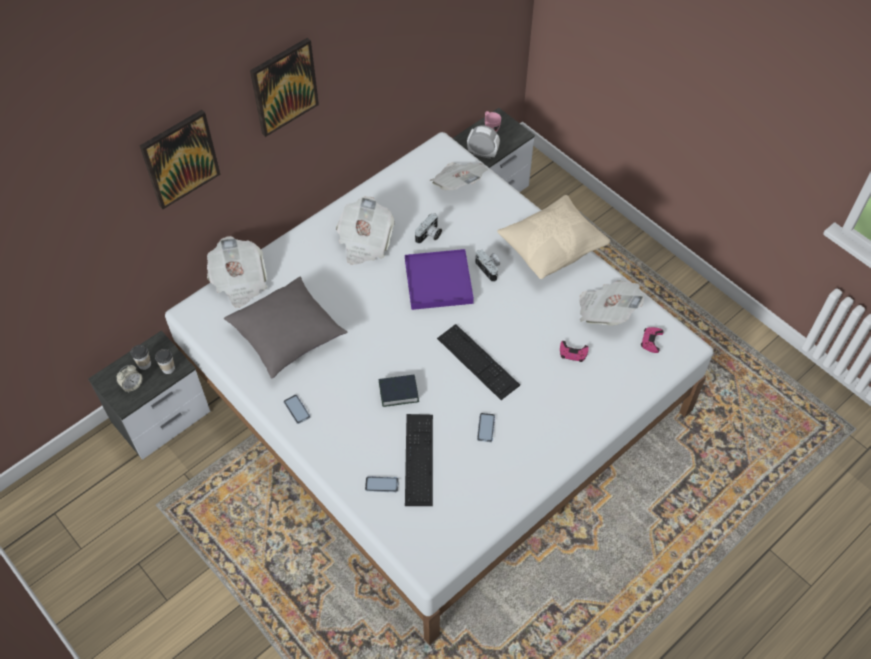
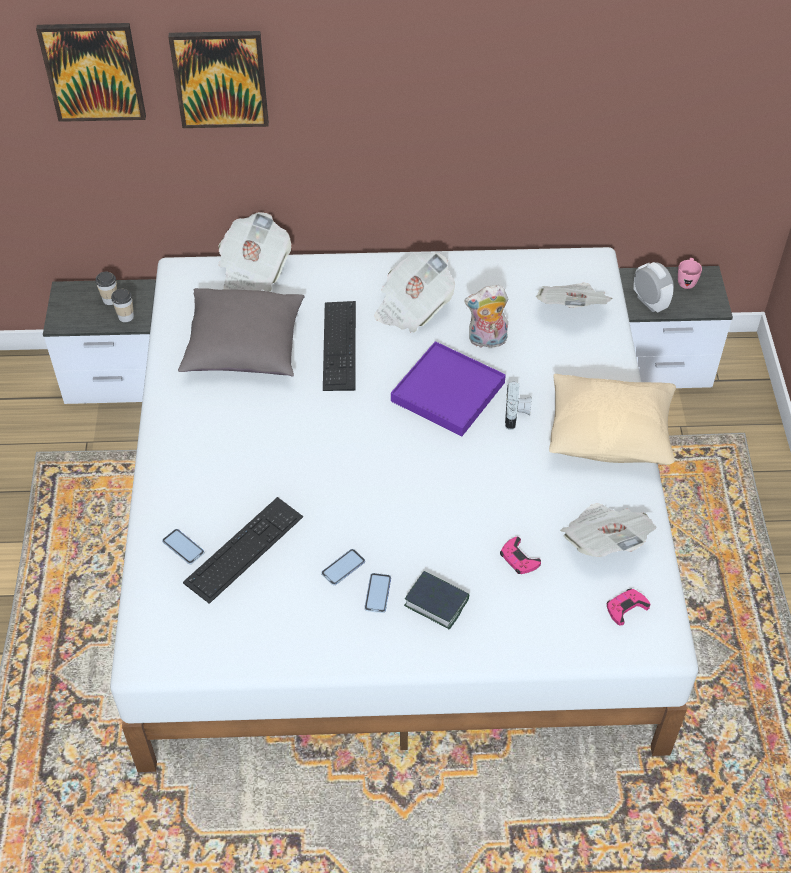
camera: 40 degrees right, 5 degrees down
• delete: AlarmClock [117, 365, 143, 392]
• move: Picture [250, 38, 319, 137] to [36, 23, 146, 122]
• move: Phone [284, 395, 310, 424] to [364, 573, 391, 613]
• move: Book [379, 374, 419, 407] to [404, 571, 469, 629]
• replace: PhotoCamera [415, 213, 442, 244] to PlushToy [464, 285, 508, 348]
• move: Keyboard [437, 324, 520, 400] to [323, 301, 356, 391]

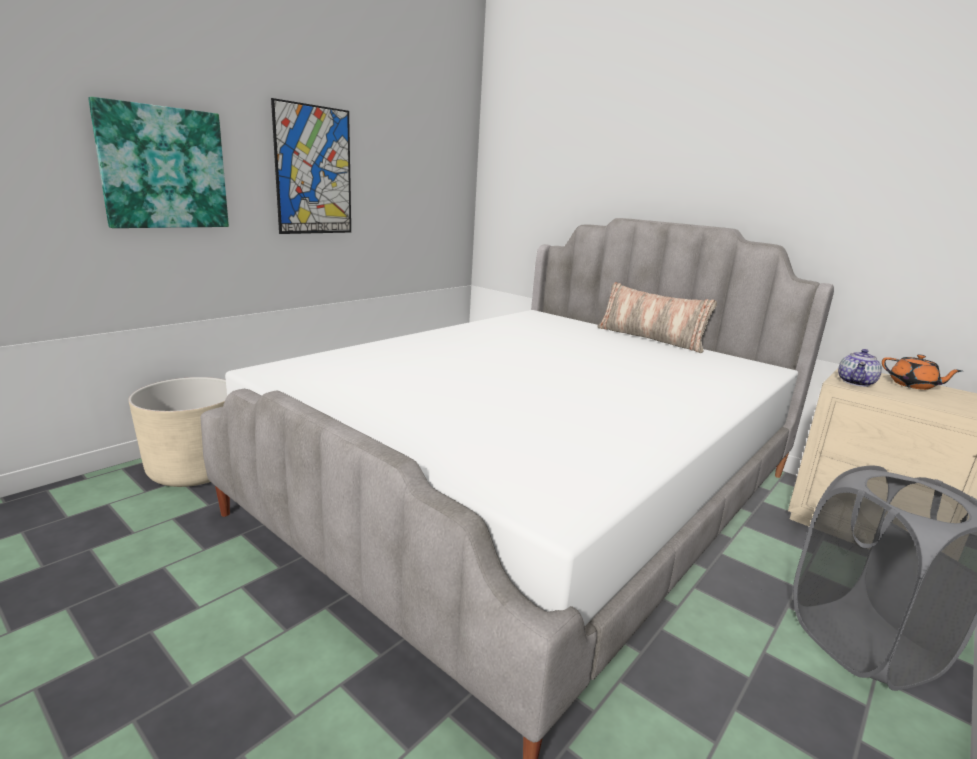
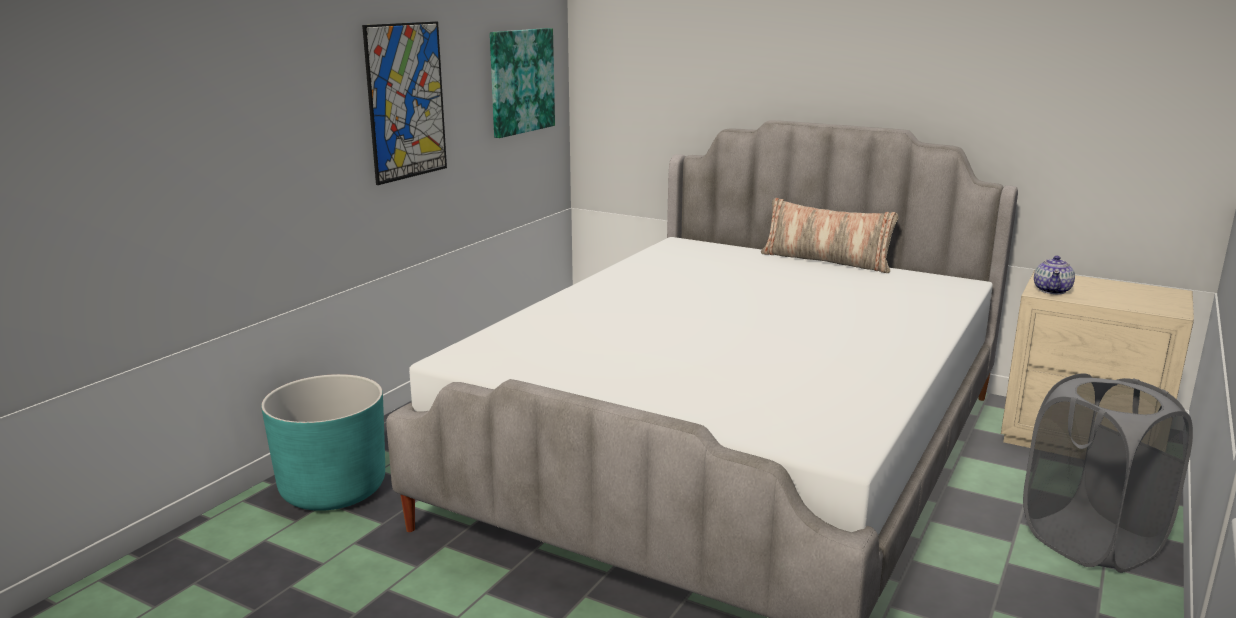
camera: 10 degrees left, 0 degrees up
• move: Picture [88, 97, 229, 228] to [490, 28, 555, 138]
• recolor: BeigePlanter [129, 377, 227, 487] to TurquoisePlanter [261, 374, 385, 511]
• delete: OrangeTeapot [882, 354, 962, 390]

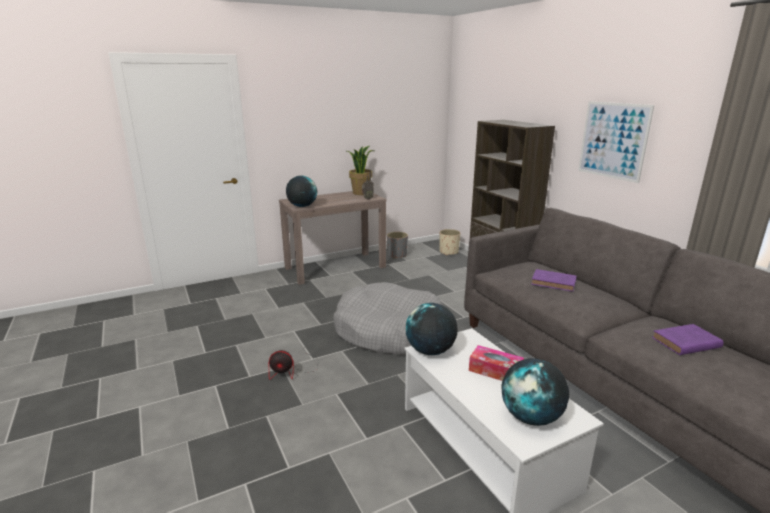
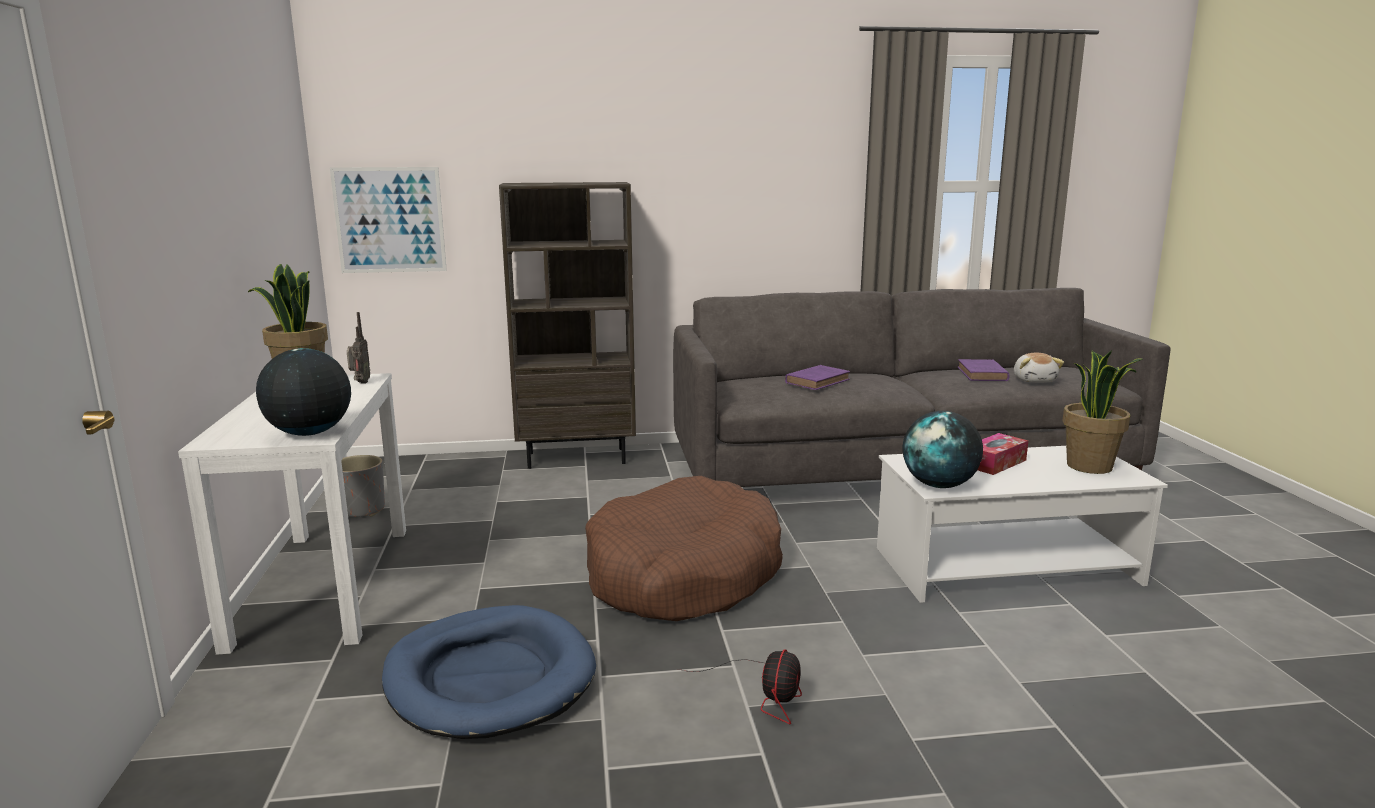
camera: 70 degrees left, 5 degrees down
• recolor: BrownConsoleTable [279, 191, 387, 285] to WhiteConsoleTable [178, 373, 406, 655]
• recolor: GreyDogBed [333, 282, 444, 355] to BrownDogBed [585, 476, 783, 621]
• delete: BeigePlanter [439, 229, 461, 255]
• replace: Globe [502, 358, 569, 426] to PottedPlant [1062, 351, 1142, 474]
• move: Picture [578, 101, 654, 183] to [330, 167, 447, 273]
• insert: BlueDogBed [382, 605, 596, 739]
• insert: PlushToy [1014, 353, 1064, 383]

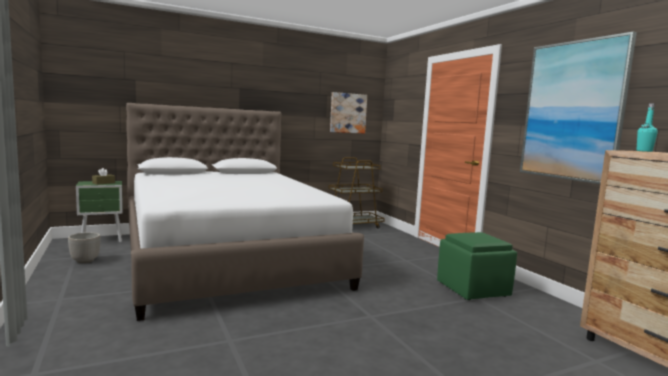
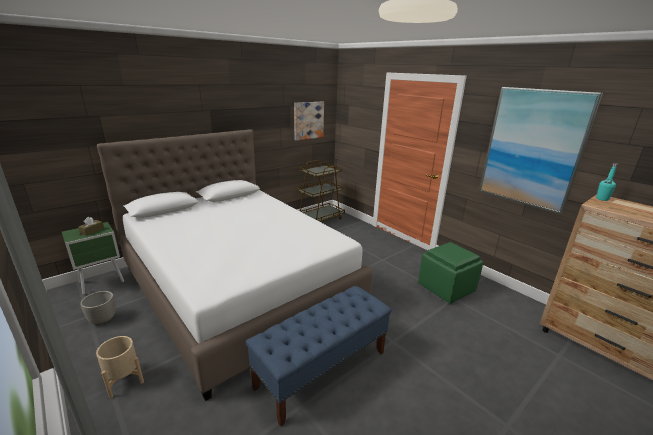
camera: 15 degrees left, 15 degrees up
• insert: BeigePlanter [96, 336, 144, 398]
• insert: BlueBench [245, 286, 392, 427]

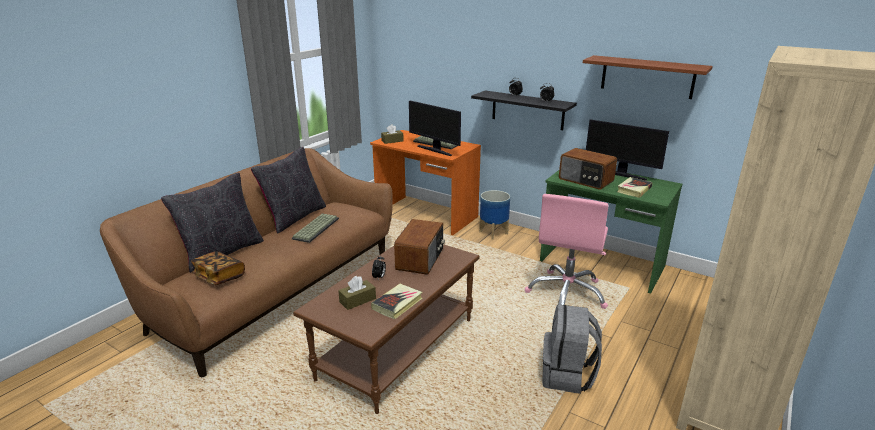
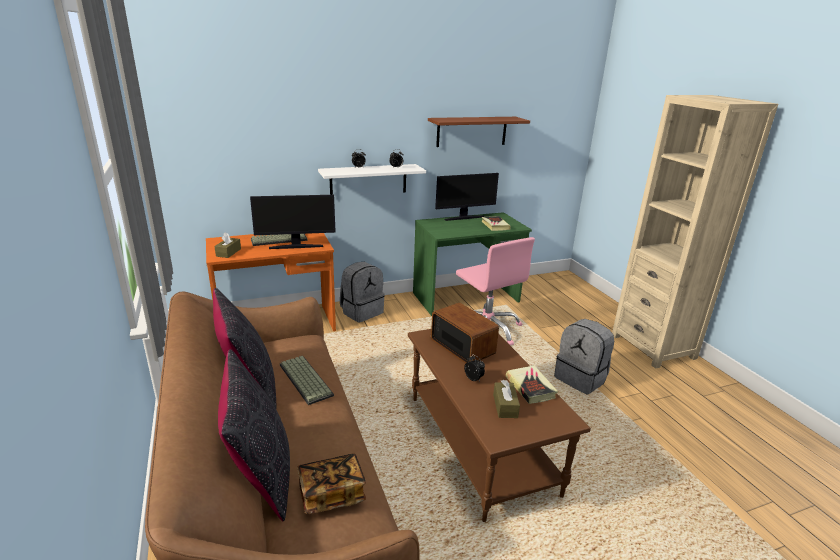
camera: 55 degrees left, 0 degrees up
• recolor: BlackShelf [471, 90, 577, 130] to WhiteShelf [318, 164, 426, 195]
• replace: Planter [479, 190, 510, 239] to GreyBackpack [340, 262, 385, 322]
• delete: Radio [559, 148, 617, 190]

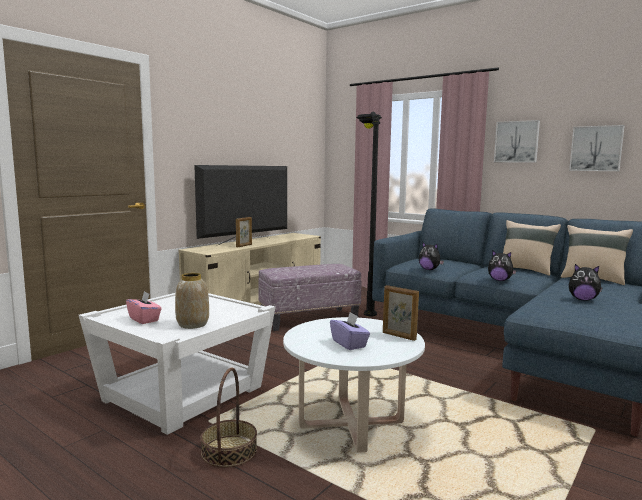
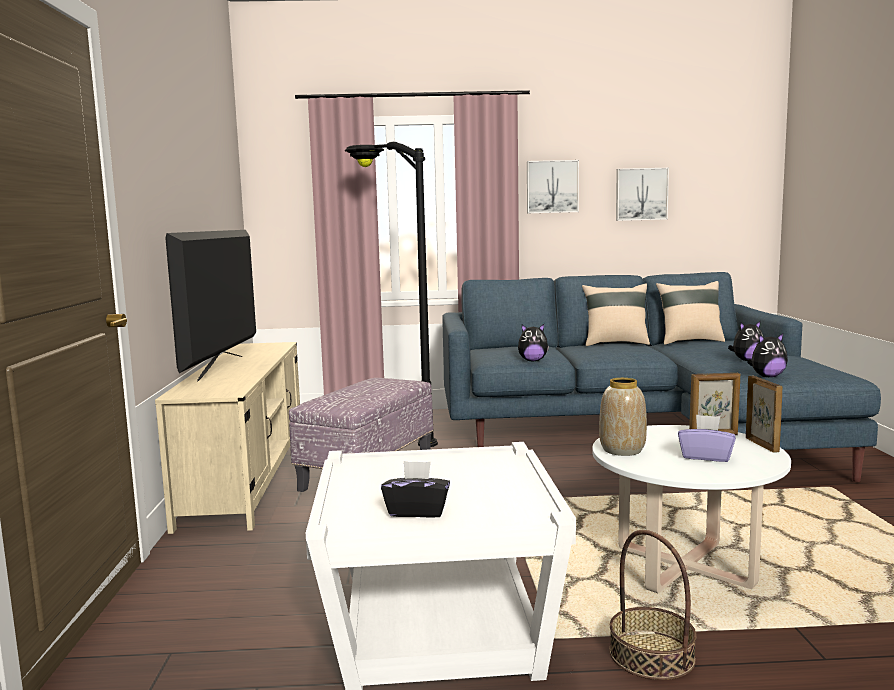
camera: 40 degrees left, 0 degrees up
• recolor: PinkTissueBox [126, 291, 162, 324] to BlackTissueBox [381, 461, 450, 518]
• move: Vase [175, 273, 209, 329] to [599, 378, 647, 456]
• move: PictureFrame [236, 217, 252, 247] to [746, 376, 783, 453]
• move: PlushToy [488, 250, 517, 281] to [747, 333, 788, 377]

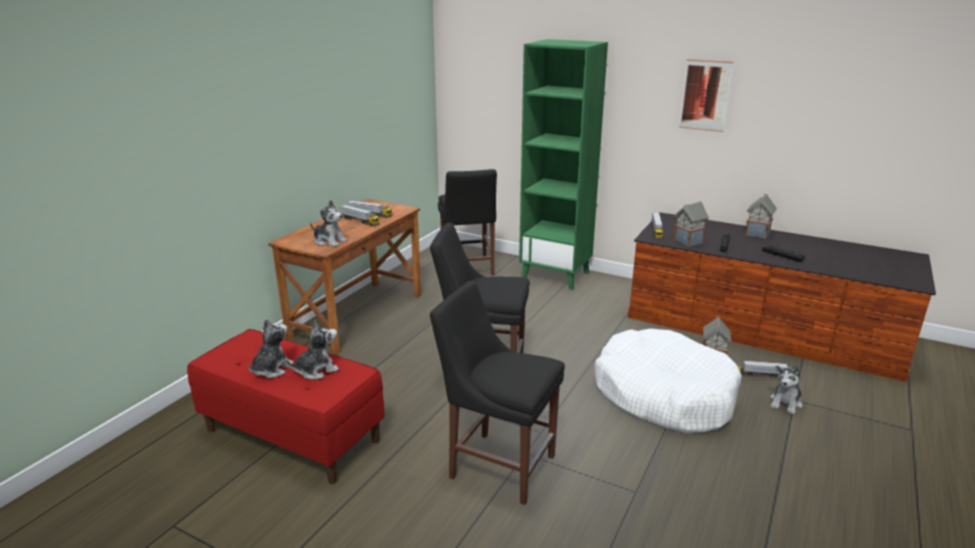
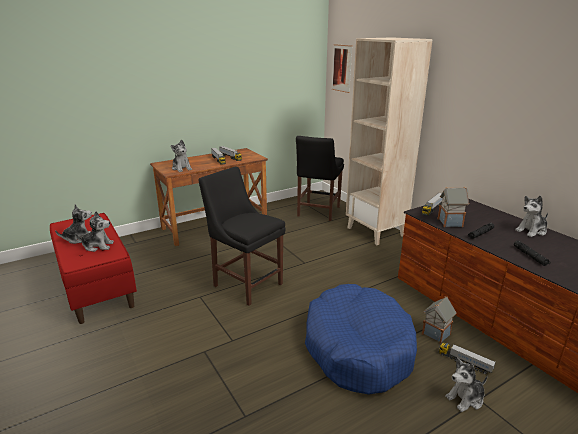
camera: 30 degrees right, 0 degrees up
• delete: BlackChair [430, 281, 565, 505]
• recolor: GreenBookcase [519, 39, 608, 290] to BeigeBookcase [346, 37, 433, 245]
• recolor: WhiteDogBed [595, 328, 742, 434] to BlueDogBed [305, 284, 417, 395]
• move: Picture [679, 59, 733, 132] to [332, 44, 353, 93]
• replace: ToyHouse [745, 193, 777, 239] to PlushToy [515, 196, 548, 237]

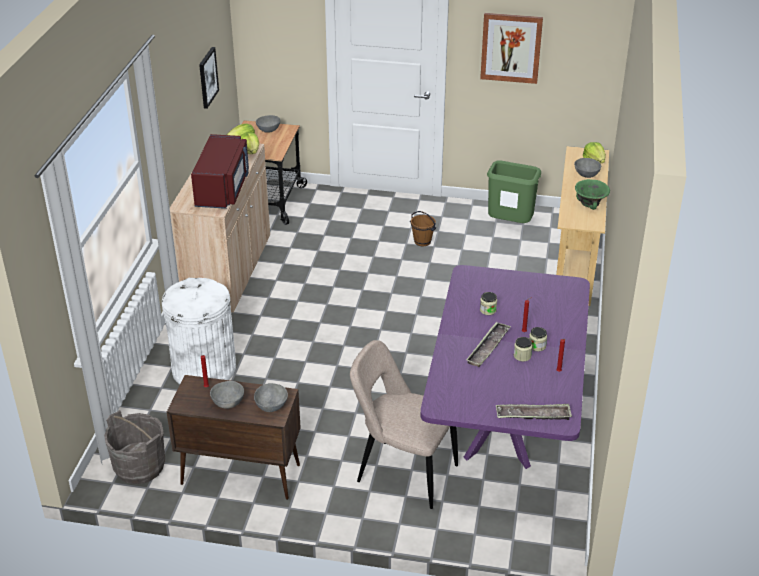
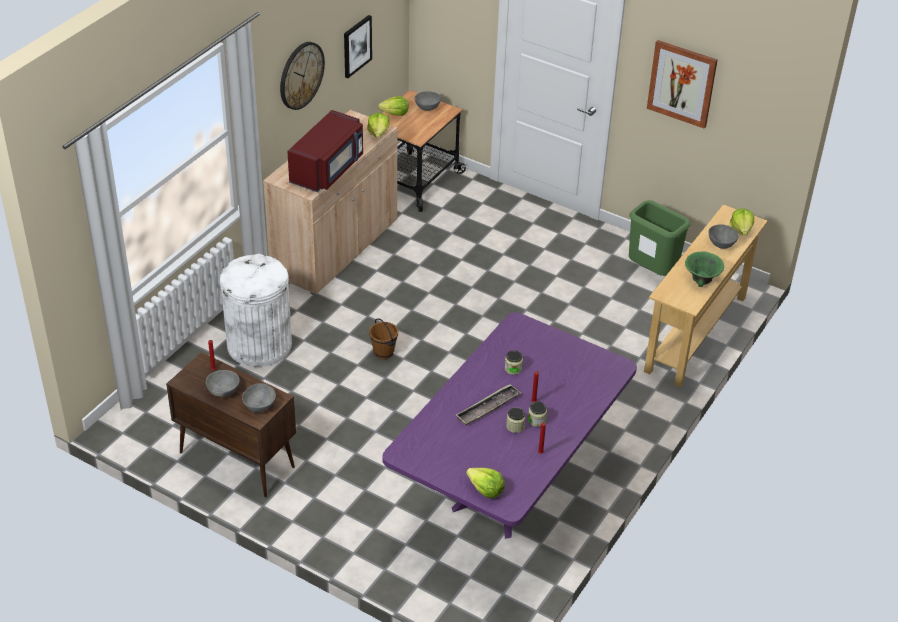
camera: 20 degrees right, 5 degrees up
• delete: GreyBucket [104, 410, 165, 484]
• delete: BeigeChair [350, 340, 458, 509]
• move: BrownBucket [410, 211, 436, 246] to [369, 318, 398, 359]
• replace: Tray [496, 404, 572, 420] to Lettuce [466, 468, 505, 498]
• insert: WallClock [280, 42, 325, 110]

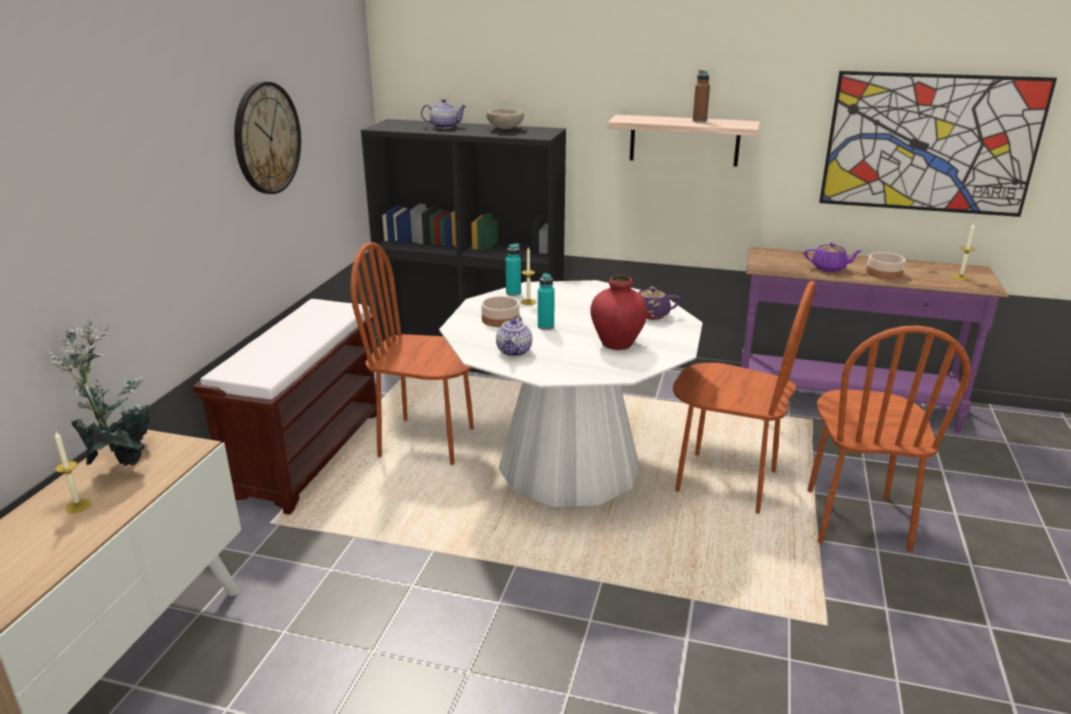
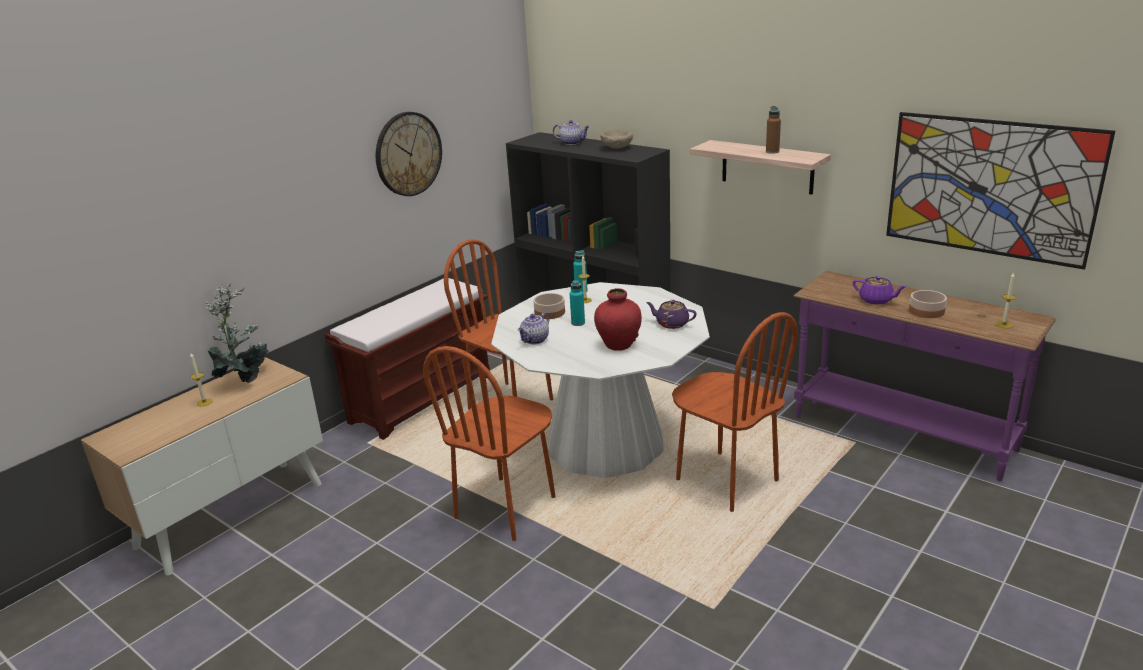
camera: 25 degrees right, 0 degrees up
• move: BrownChair [807, 326, 971, 552] to [423, 346, 555, 541]

